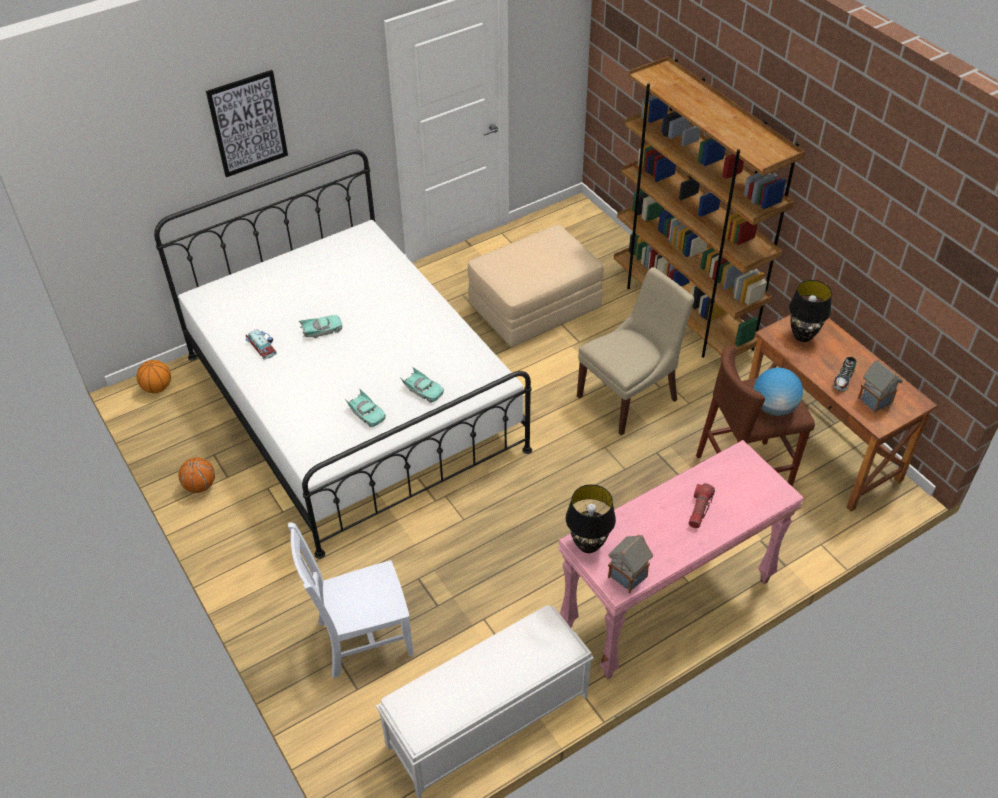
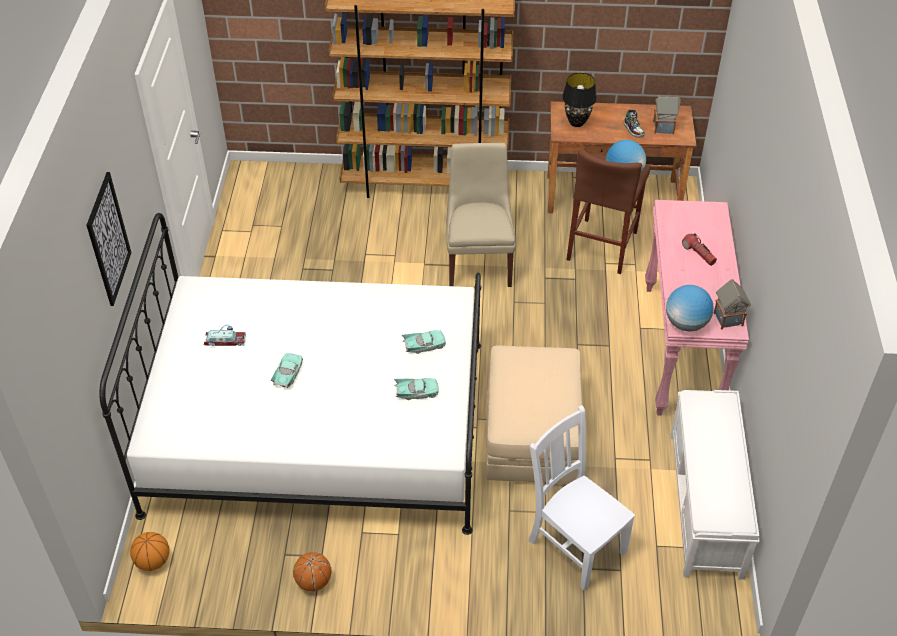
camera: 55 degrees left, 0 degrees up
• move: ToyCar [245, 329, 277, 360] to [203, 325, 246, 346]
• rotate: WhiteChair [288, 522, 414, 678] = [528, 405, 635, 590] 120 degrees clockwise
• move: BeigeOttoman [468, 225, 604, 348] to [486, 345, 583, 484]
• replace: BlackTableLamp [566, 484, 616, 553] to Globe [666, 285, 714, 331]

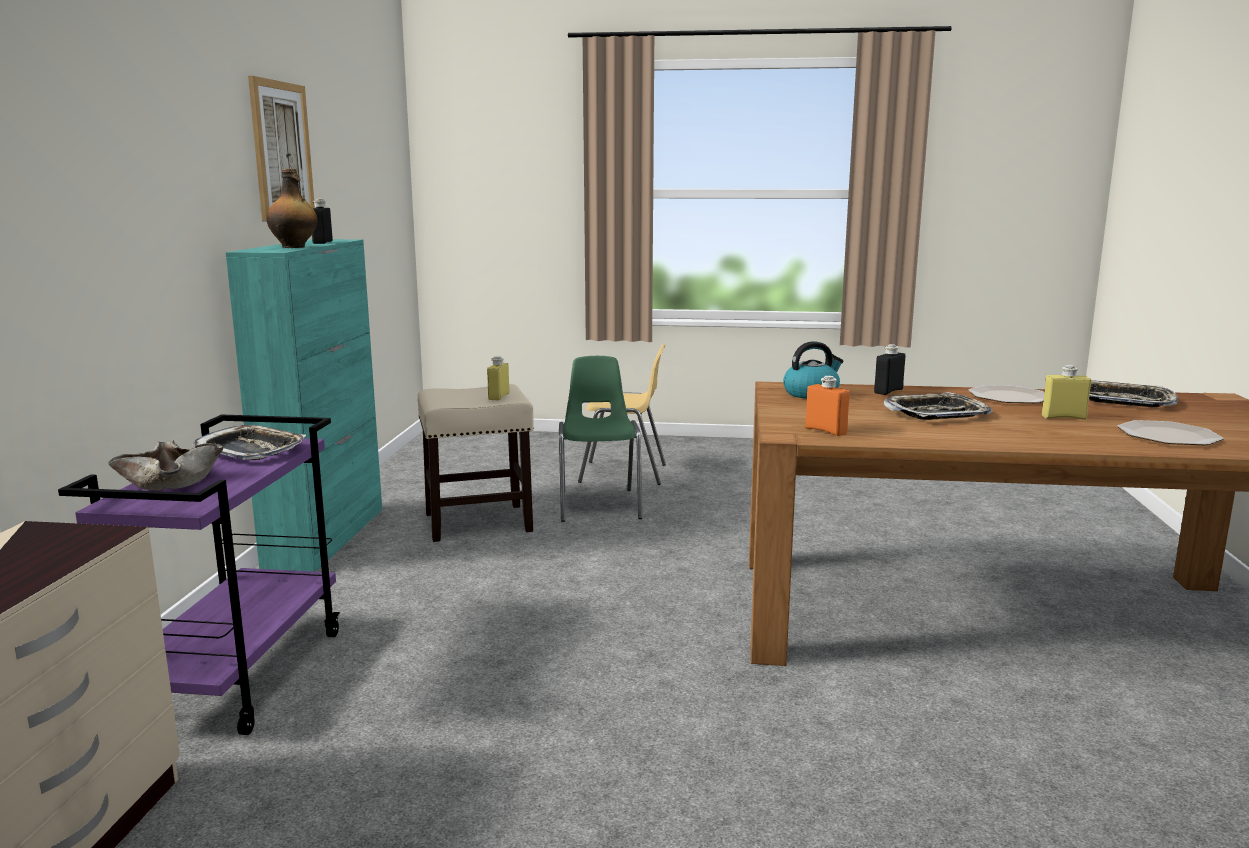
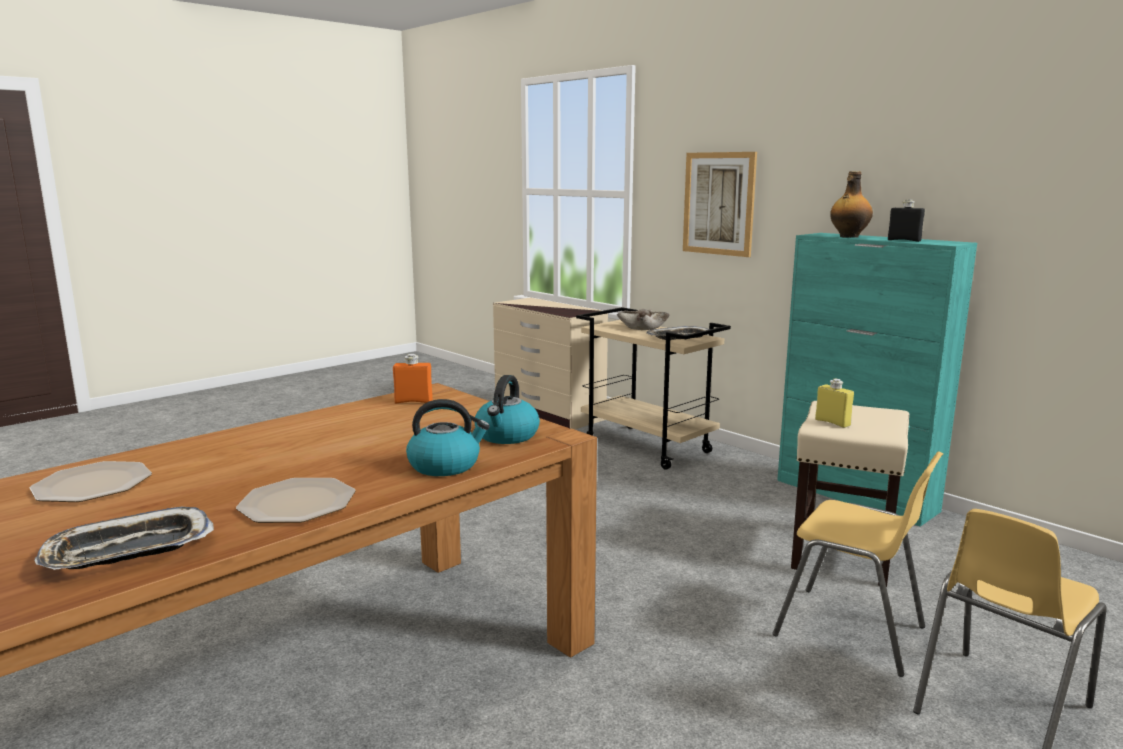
camera: 130 degrees right, 0 degrees up
• recolor: PurpleCart [58, 414, 340, 735] to BeigeCart [576, 307, 731, 470]
• move: Picture [248, 76, 315, 221] to [683, 152, 757, 257]
• recolor: GreenChair [559, 356, 642, 522] to YellowChair [772, 451, 943, 677]
• replace: BlackBottle [874, 344, 905, 395] to Kettle [406, 399, 490, 476]
• delete: Tray [884, 392, 992, 420]
• delete: YellowBottle [1042, 365, 1091, 420]

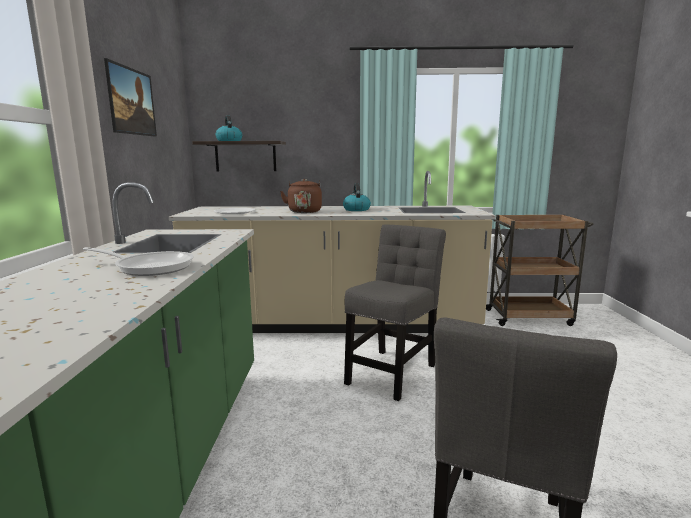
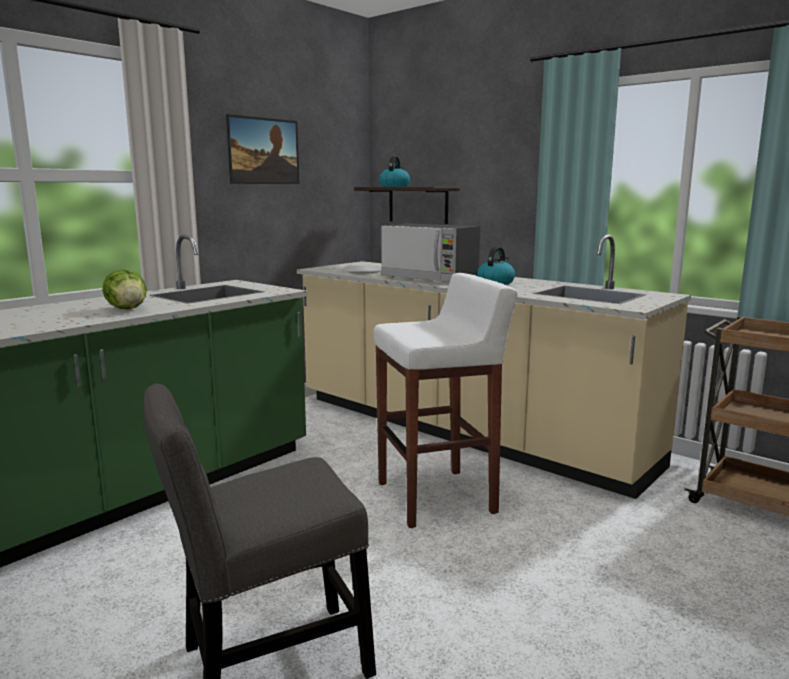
camera: 40 degrees right, 0 degrees up
• replace: FryingPan [83, 247, 194, 276] to Lettuce [102, 269, 147, 310]
• replace: BrownKettle [280, 179, 322, 213] to Microwave [381, 223, 480, 282]
• replace: GreyChair [344, 224, 446, 401] to WhiteStool [374, 273, 518, 528]

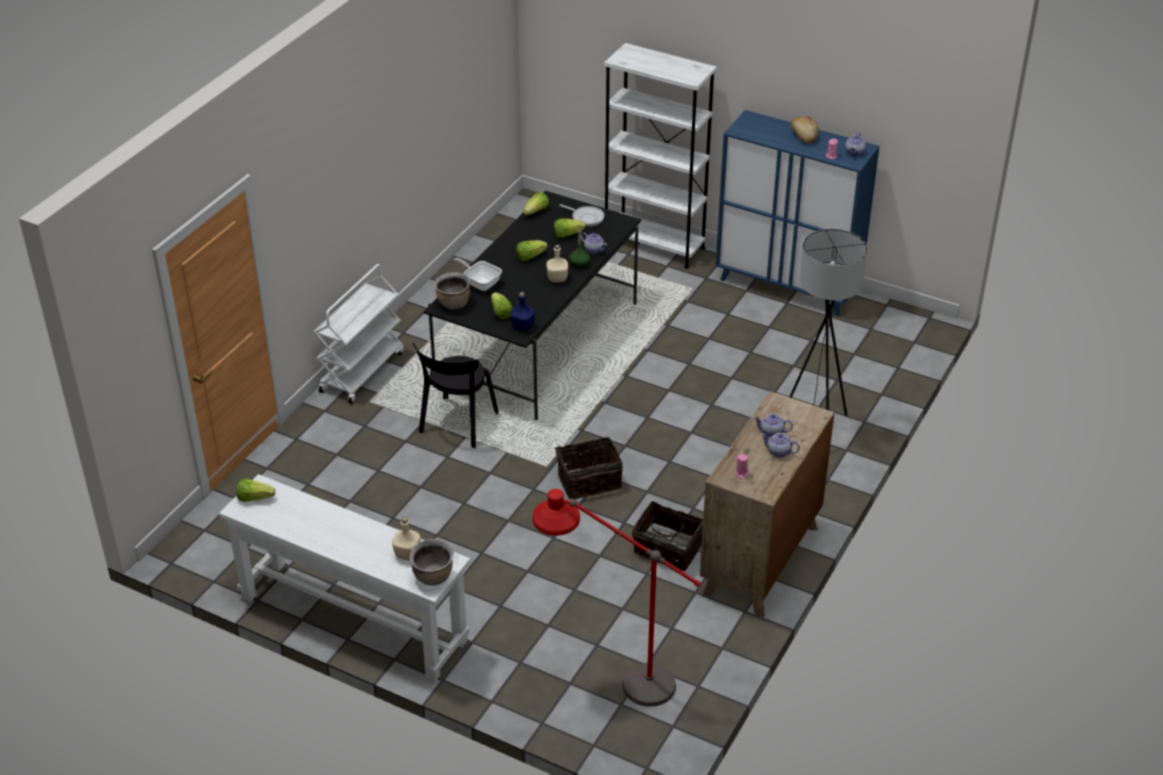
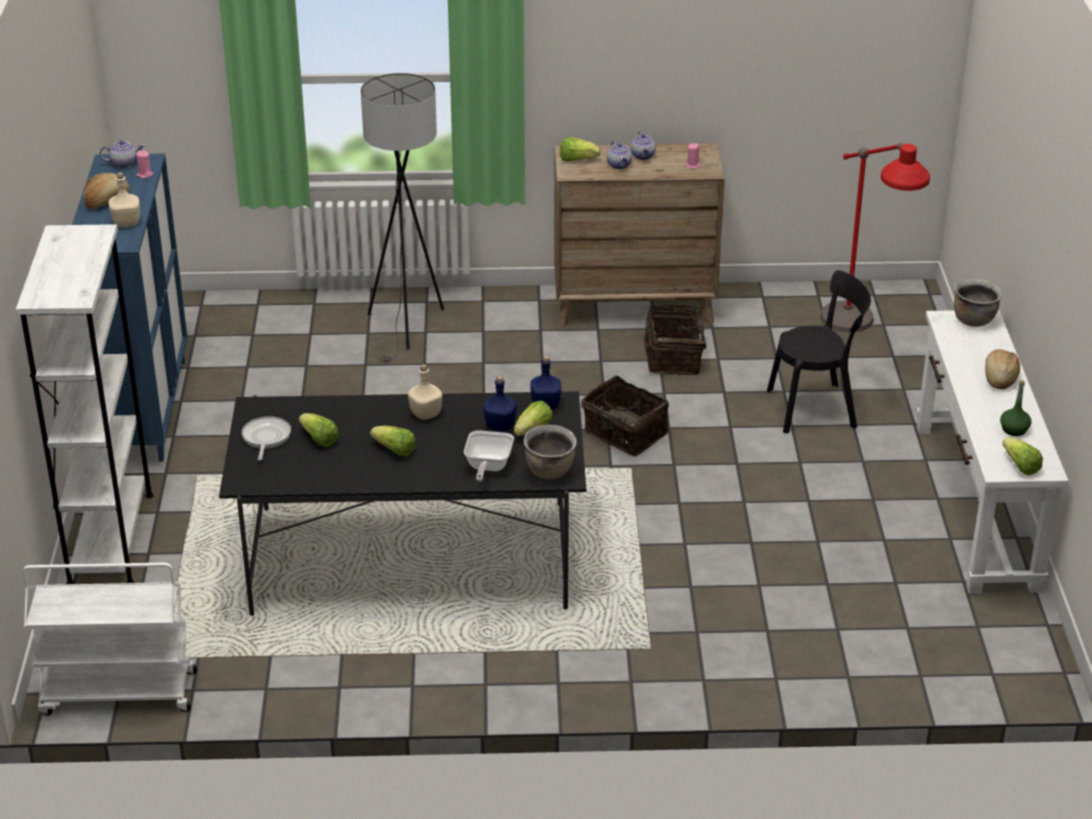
camera: 120 degrees left, 5 degrees down
• move: WhiteCart [313, 264, 404, 404] to [23, 563, 197, 716]
• move: BeigeBottle [392, 518, 421, 560] to [109, 172, 140, 227]
• move: BlackChair [413, 343, 499, 448] to [767, 270, 871, 433]
• move: Lettuce [523, 192, 549, 215] to [560, 137, 601, 161]
• move: GreenBottle [569, 230, 590, 268] to [1000, 380, 1031, 436]
• delete: Teapot [581, 232, 607, 254]
• insert: BlueBottle [484, 376, 517, 431]
• insert: Bread [985, 349, 1020, 390]

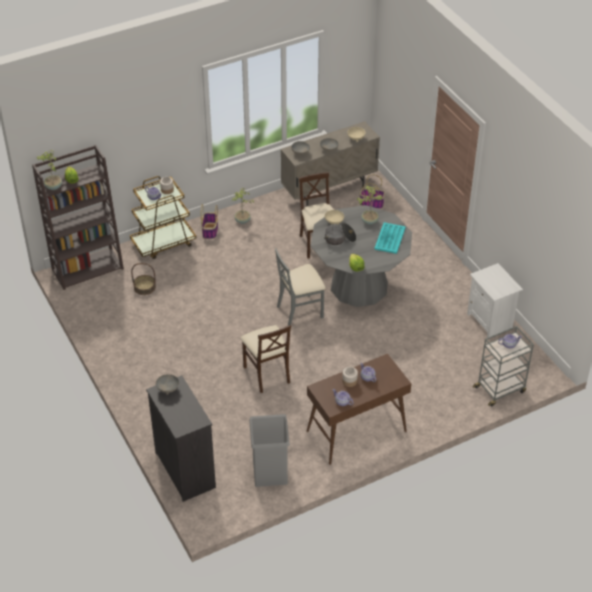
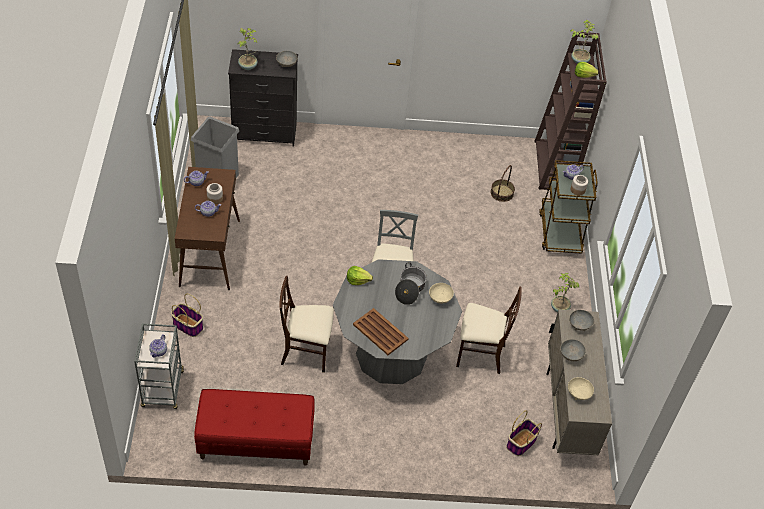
camera: 115 degrees right, 5 degrees up
• move: Basket [201, 204, 218, 239] to [171, 294, 203, 337]
• move: BeigeChair [241, 325, 291, 393] to [279, 276, 334, 373]
• move: PottedPlant [357, 186, 383, 225] to [238, 28, 257, 70]
• recolor: TurquoiseTray [374, 222, 406, 254] to BrownTray [353, 308, 409, 355]
• replace: WhiteNightstand [467, 263, 523, 338] to RedBench [194, 389, 315, 465]

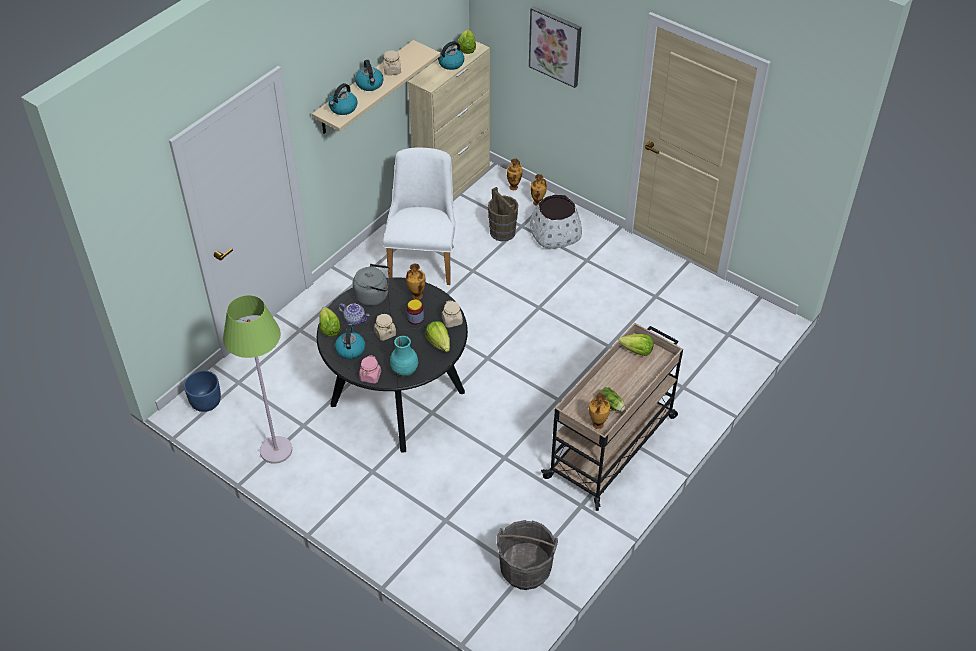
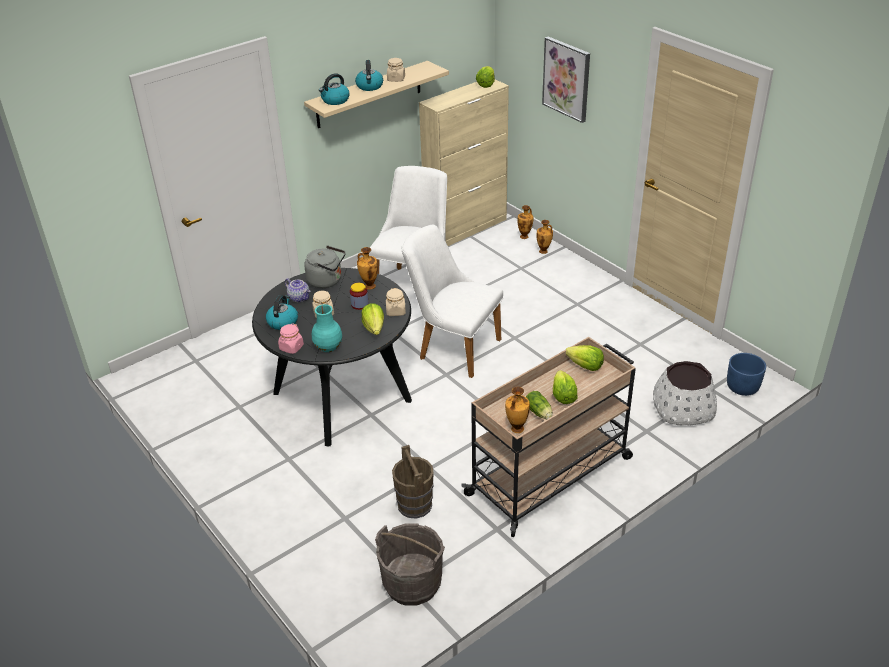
camera: 15 degrees right, 10 degrees down
• move: BluePlanter [184, 371, 221, 412] to [727, 353, 766, 396]
• delete: GreenFloorLamp [223, 295, 292, 464]
• move: Lettuce [319, 307, 341, 337] to [553, 370, 578, 404]
• delete: Kettle [437, 41, 464, 70]
• move: BrownBucket [488, 187, 519, 241] to [392, 445, 434, 518]
• move: WhitePlanter [530, 195, 582, 249] to [653, 361, 717, 425]
• insert: WhiteChair [402, 225, 503, 378]

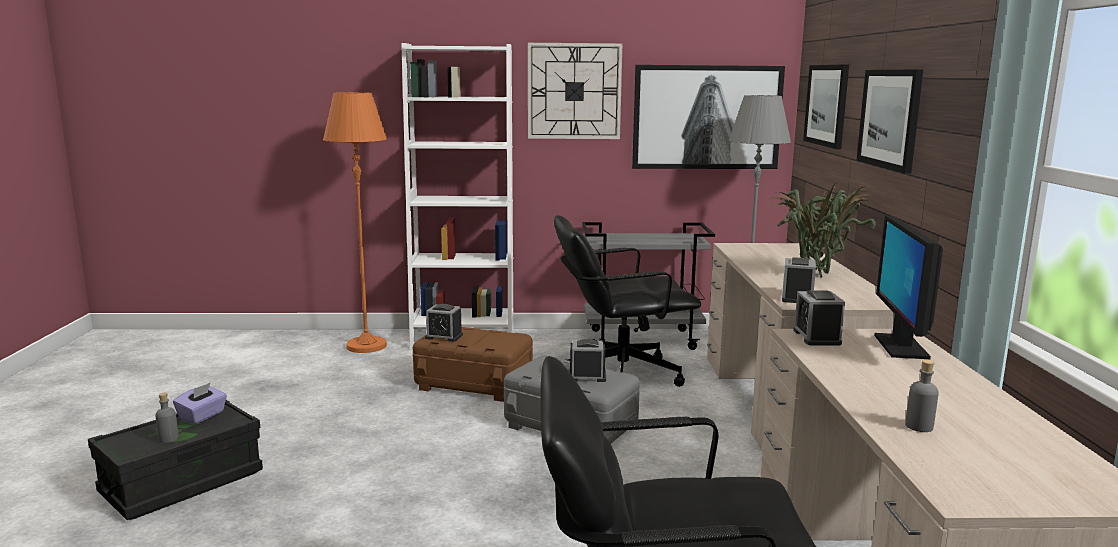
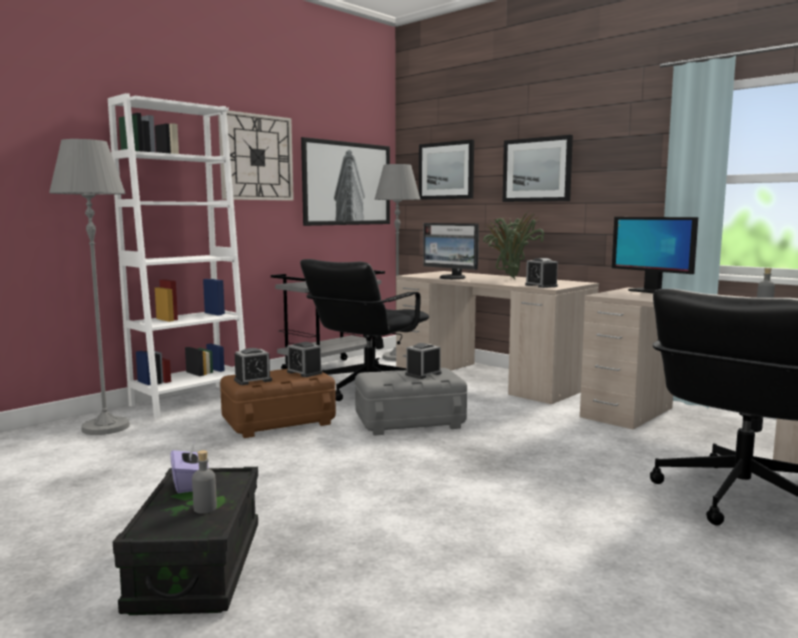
camera: 45 degrees left, 5 degrees down
• recolor: OrangeFloorLamp [323, 92, 387, 353] to GreyFloorLamp [49, 139, 130, 435]
• move: AlarmClock [793, 291, 845, 345] to [287, 342, 322, 377]
• insert: Monitor [423, 223, 479, 279]

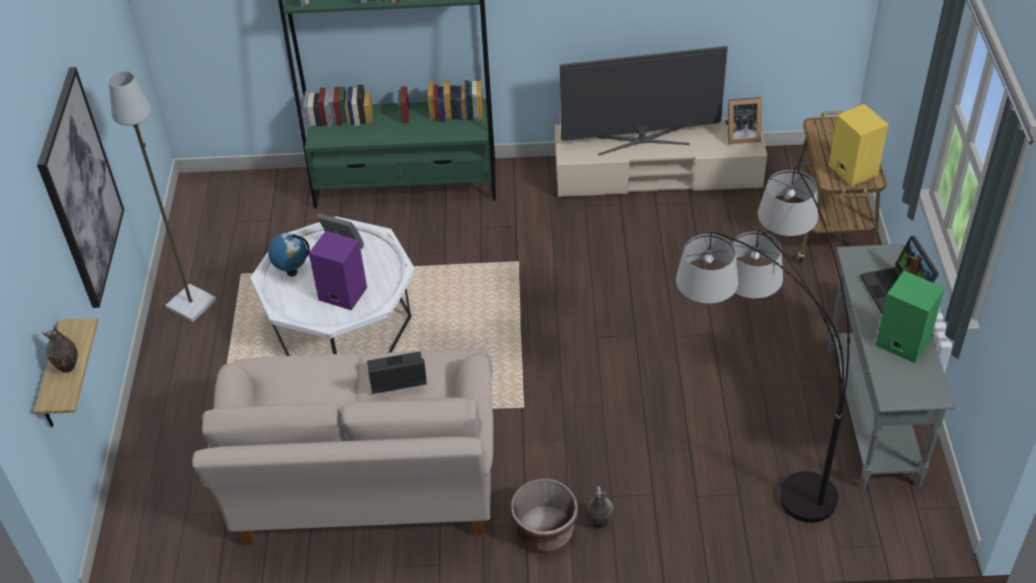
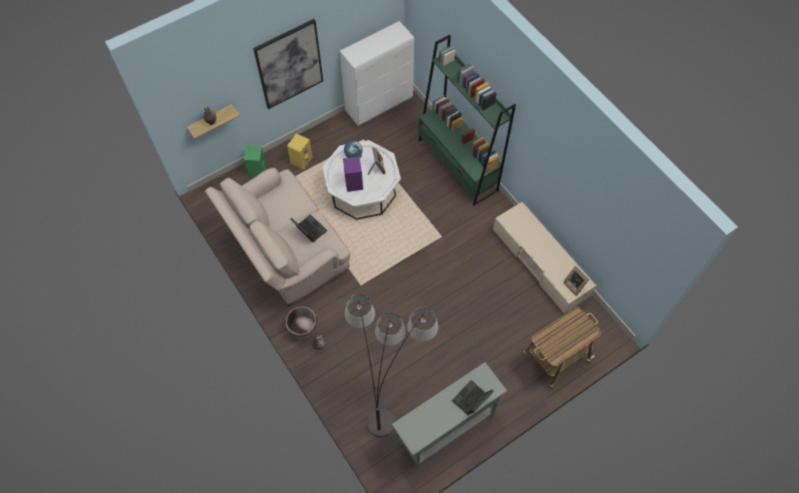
camera: 55 degrees right, 15 degrees up
• delete: GreyFloorLamp [108, 71, 217, 322]
• delete: Television [560, 46, 728, 155]
• move: YellowSpeaker [829, 104, 888, 186] to [287, 133, 312, 170]
• move: GreenSpeaker [875, 271, 945, 363] to [244, 145, 266, 178]
• insert: WhiteCabinet [340, 21, 414, 126]

